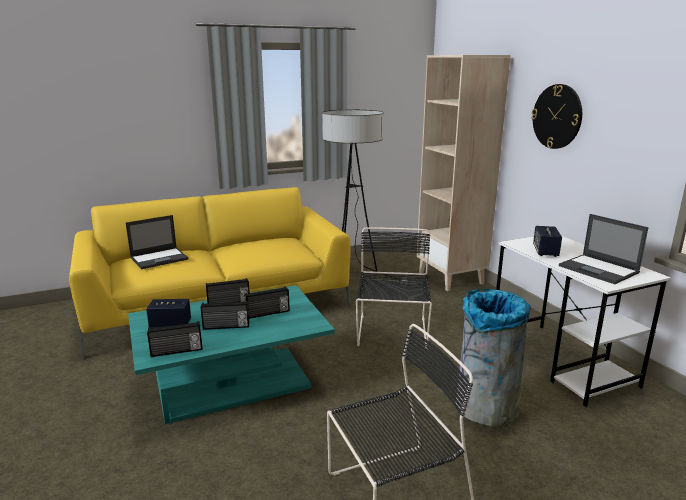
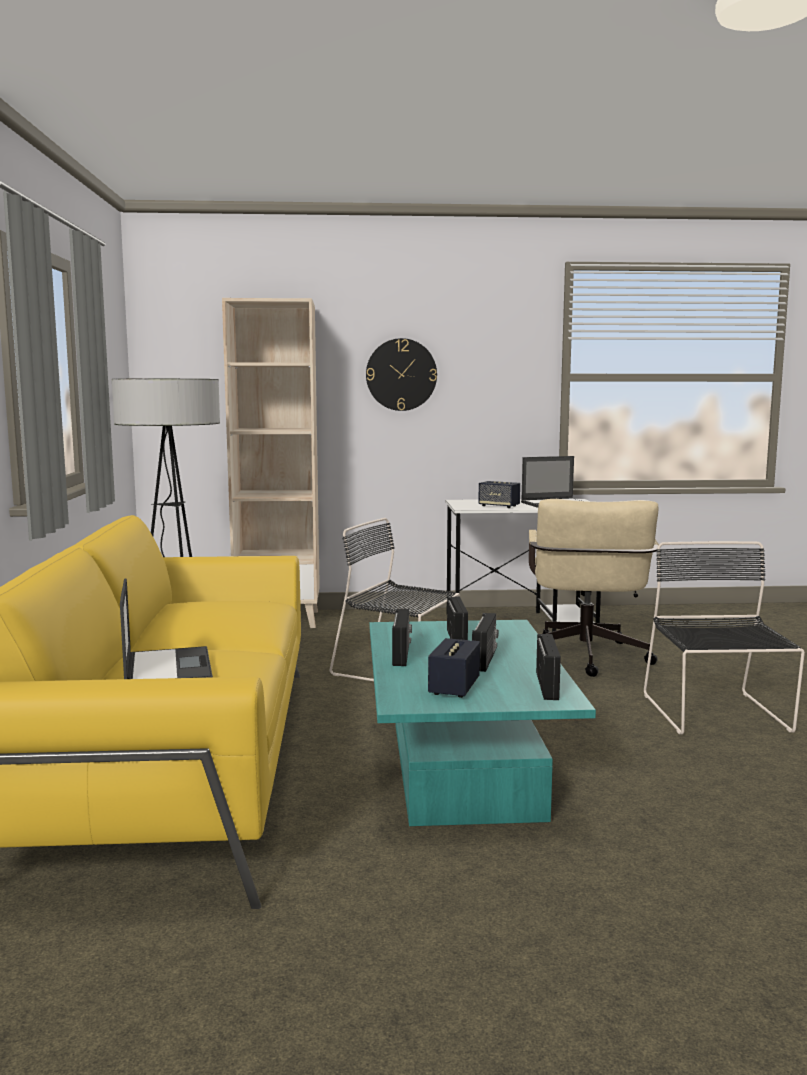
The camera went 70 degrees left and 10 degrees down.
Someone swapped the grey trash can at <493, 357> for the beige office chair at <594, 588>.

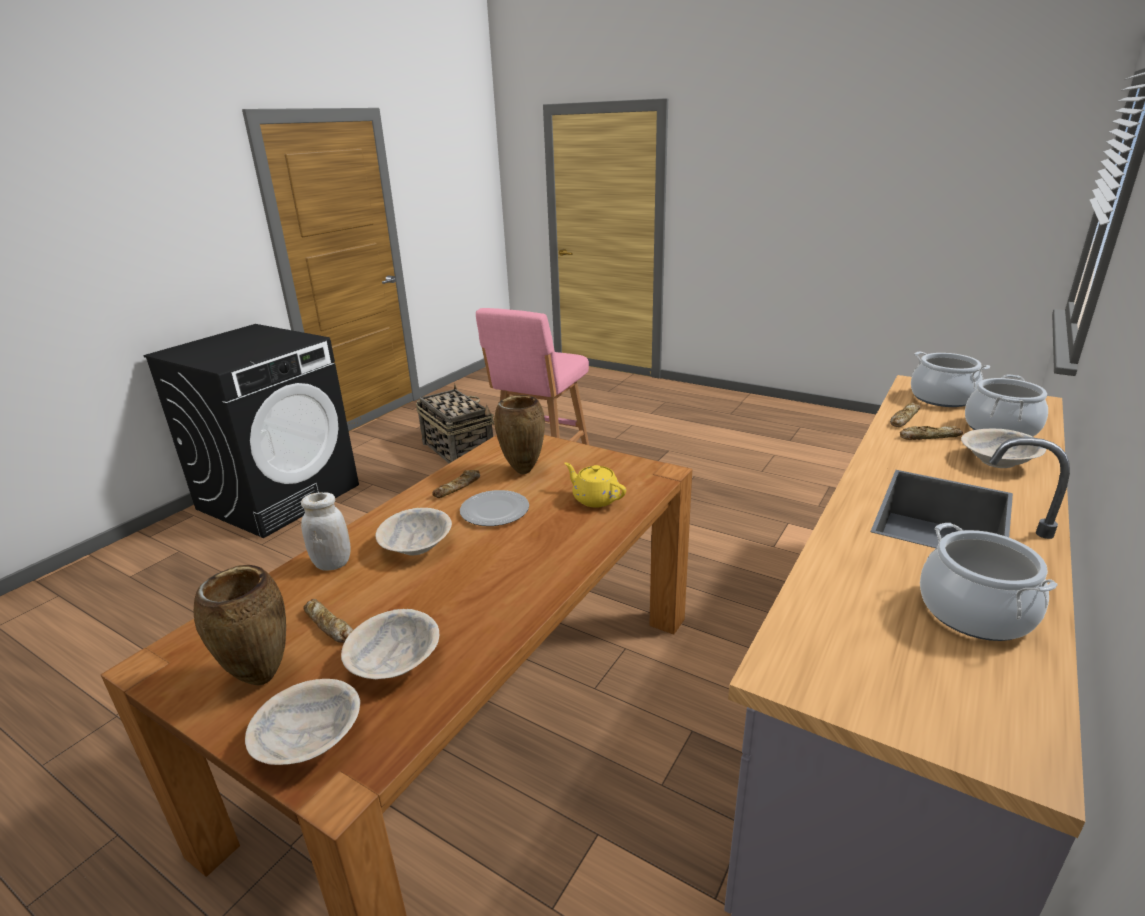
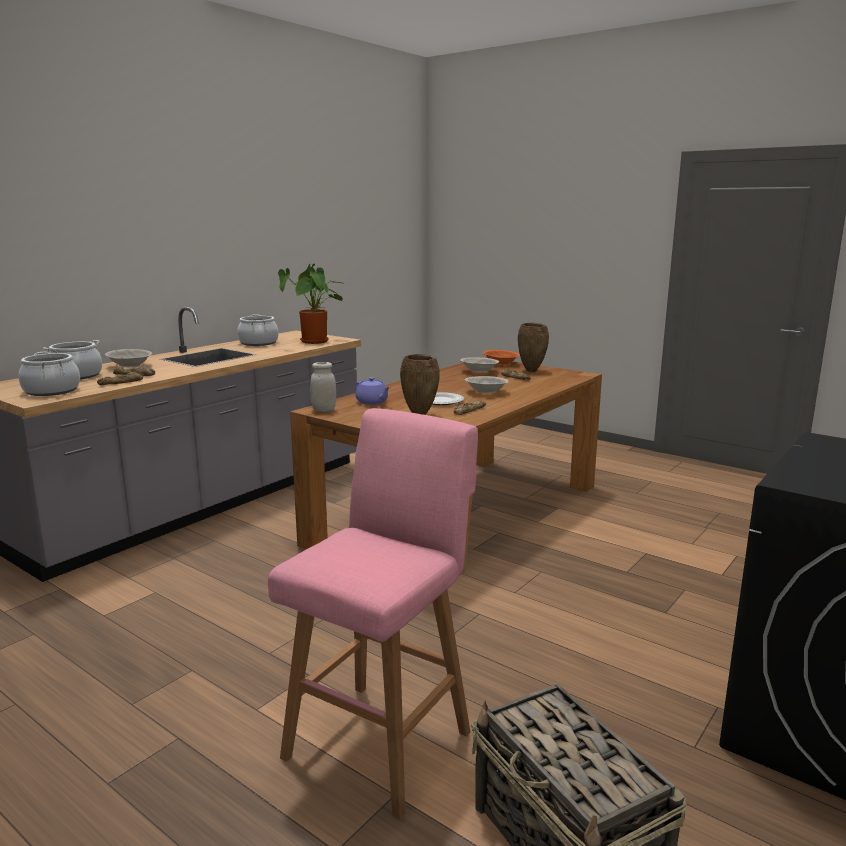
The camera went 175 degrees left and 10 degrees down.
Someone put down the potted plant at <310, 304>.
Someone carried the white jar from <326, 531> to <323, 387>.
Someone repainted the beige bowl at <302, 722>, which became the orange bowl at <501, 357>.
Someone repainted the yellow teapot at <595, 484>, which became the purple teapot at <373, 391>.

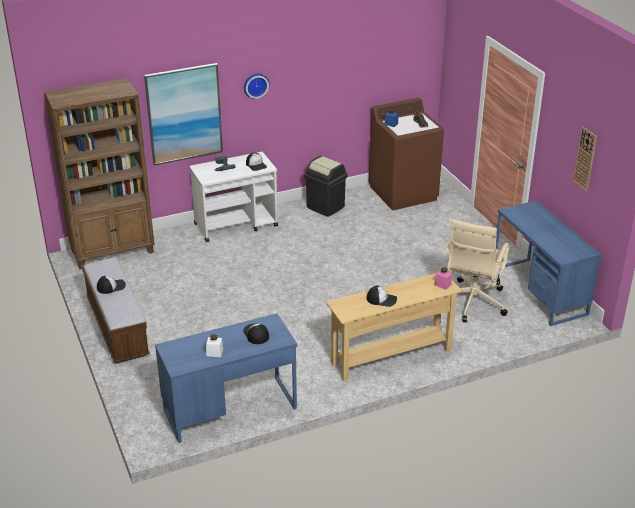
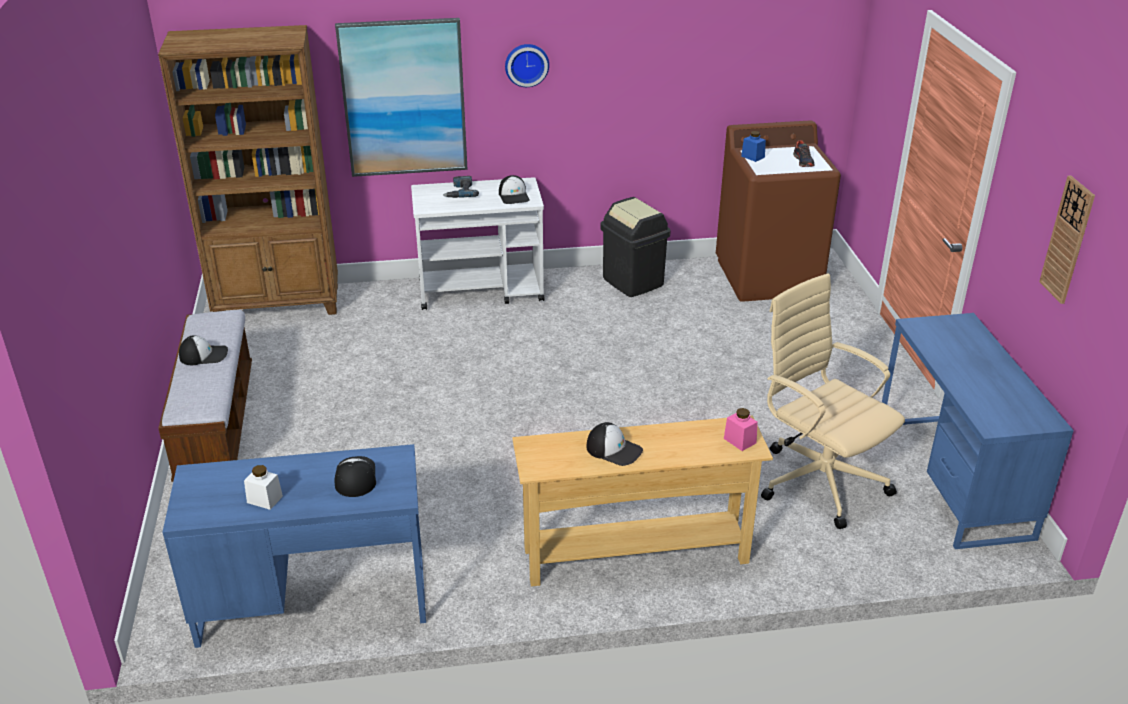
The camera went 15 degrees right and 0 degrees up.
Someone rotated the beige office chair at <477, 270> by 105 degrees clockwise.

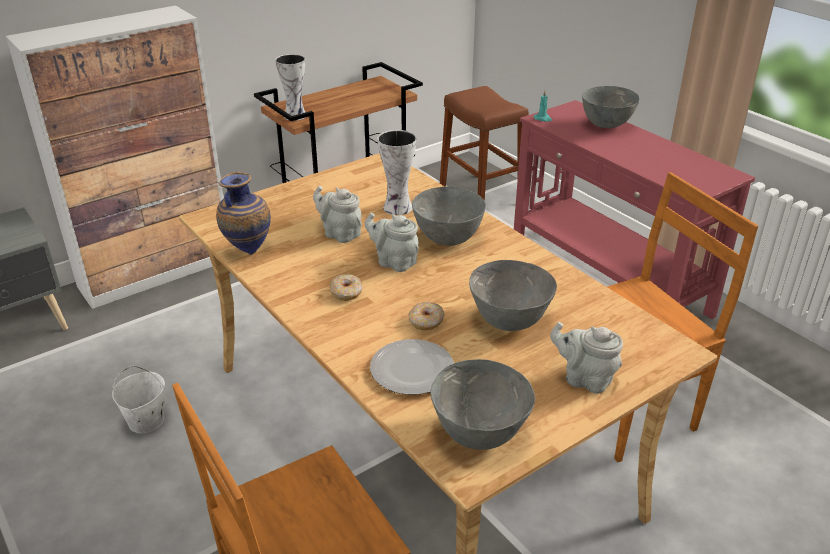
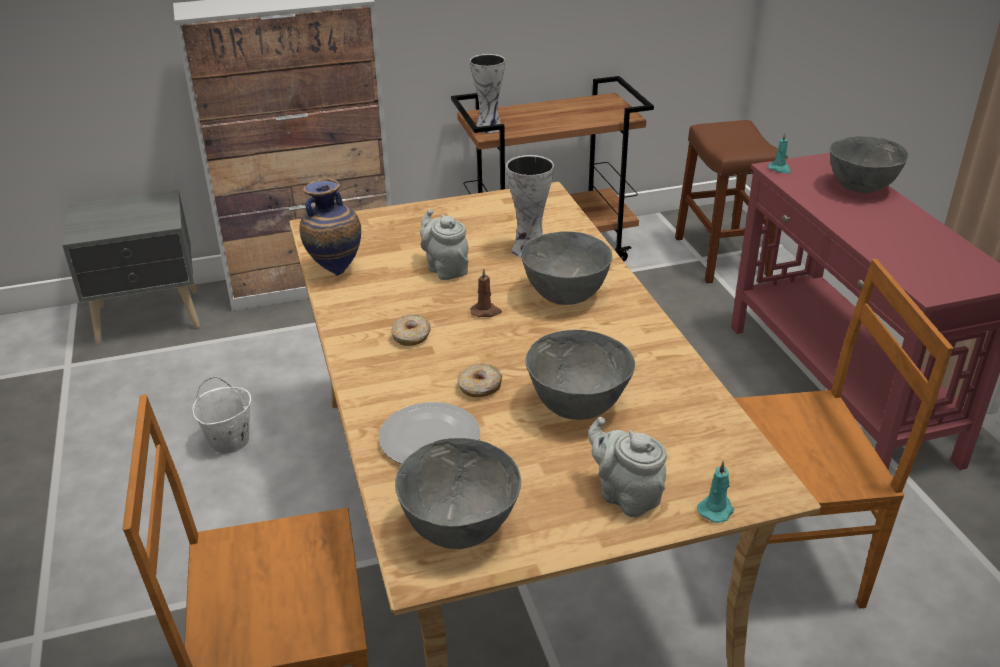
The camera went 20 degrees right and 0 degrees up.
Someone put down the turquoise candle at <715, 492>.
Someone swapped the grey teapot at <392, 242> for the brown candle at <486, 293>.

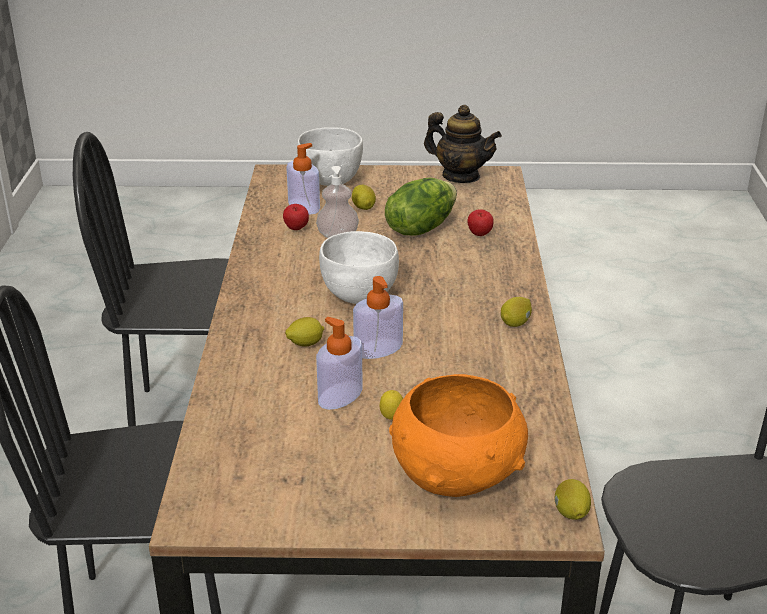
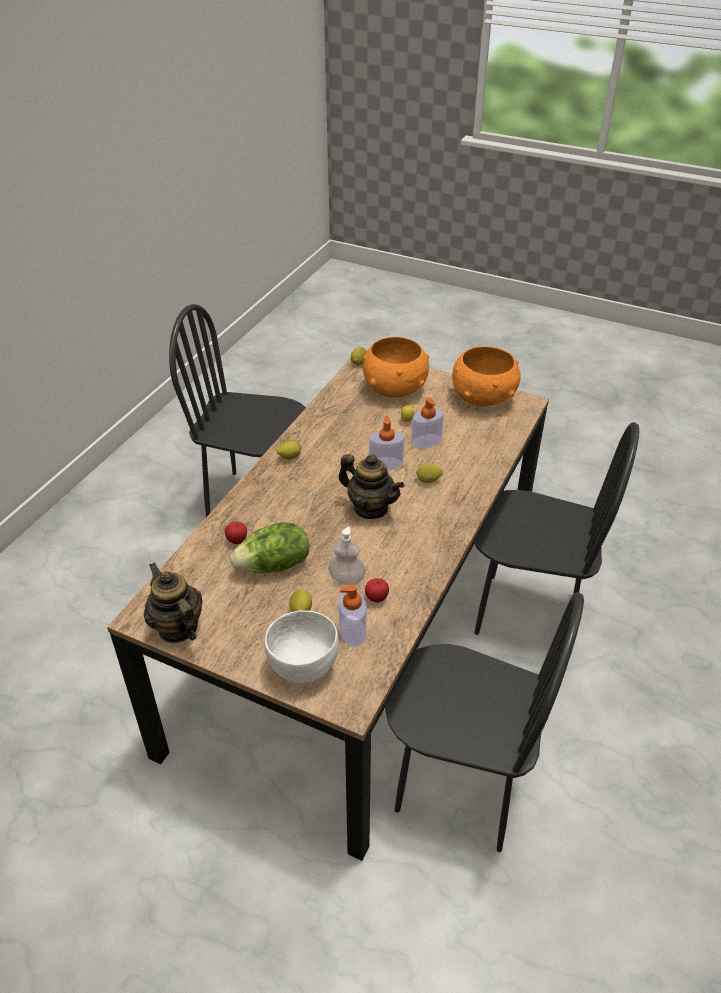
The camera went 155 degrees left and 10 degrees up.
Someone put down the orange bowl at <486, 376>.
Someone swapped the white bowl at <359, 267> for the teapot at <371, 486>.

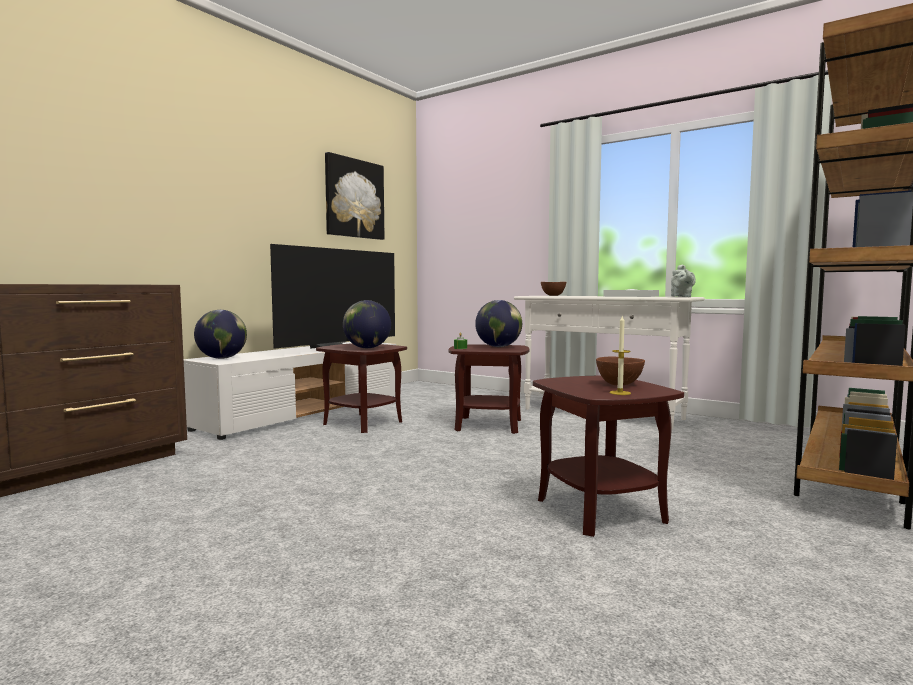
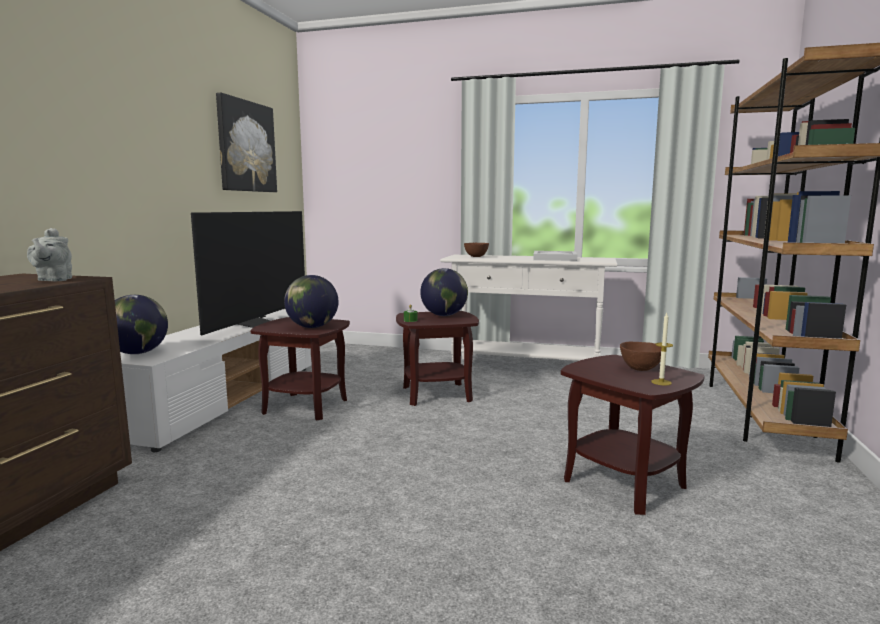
The camera went 20 degrees left and 5 degrees up.
Someone carried the grey teapot from <683, 281> to <49, 254>.

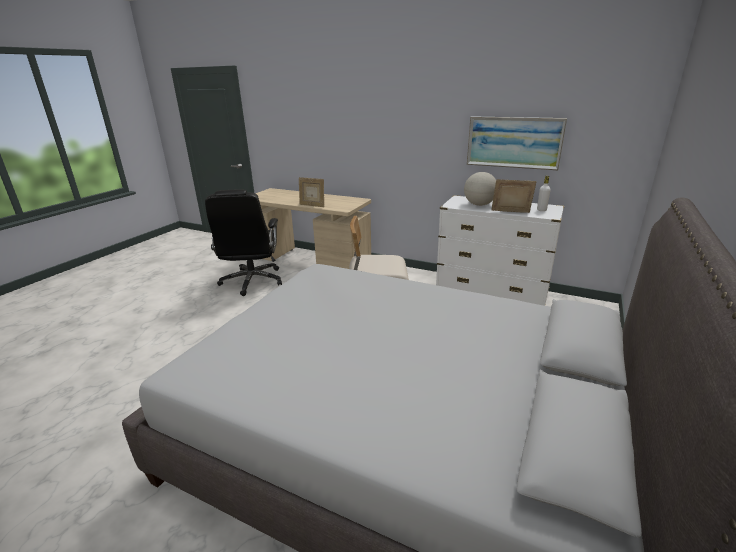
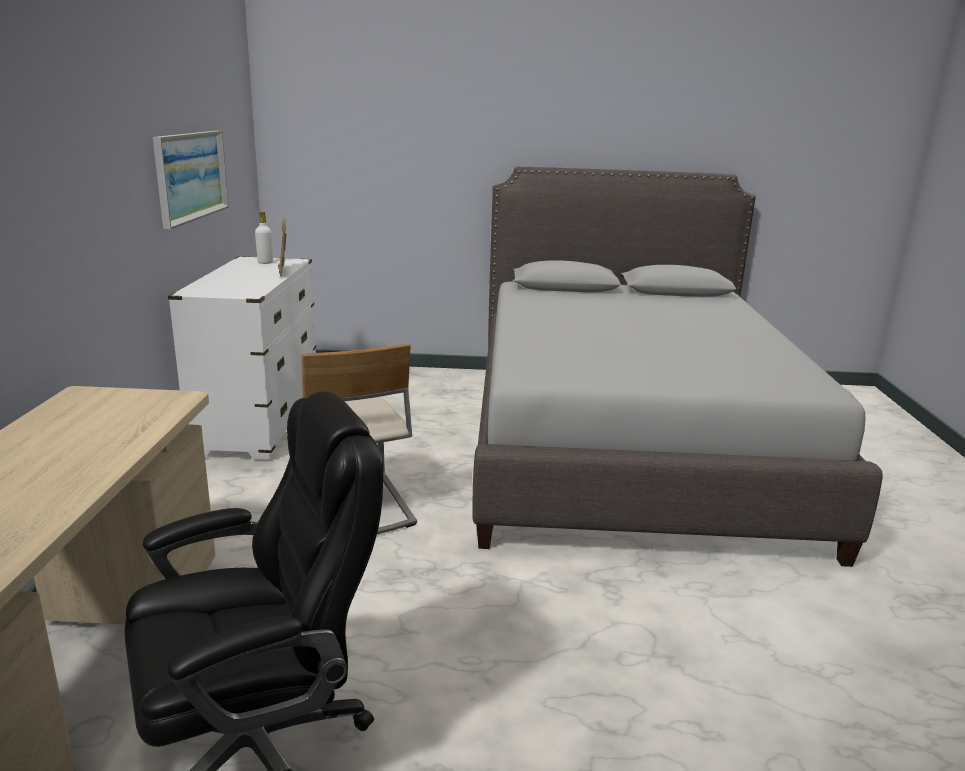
The camera went 115 degrees left and 5 degrees down.
Someone took away the picture frame at <311, 192>.
Someone took away the globe at <480, 189>.

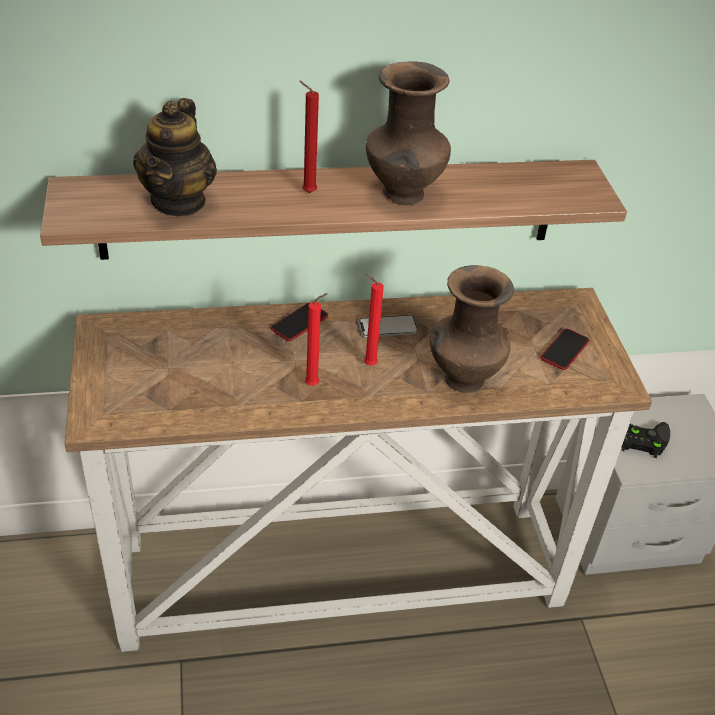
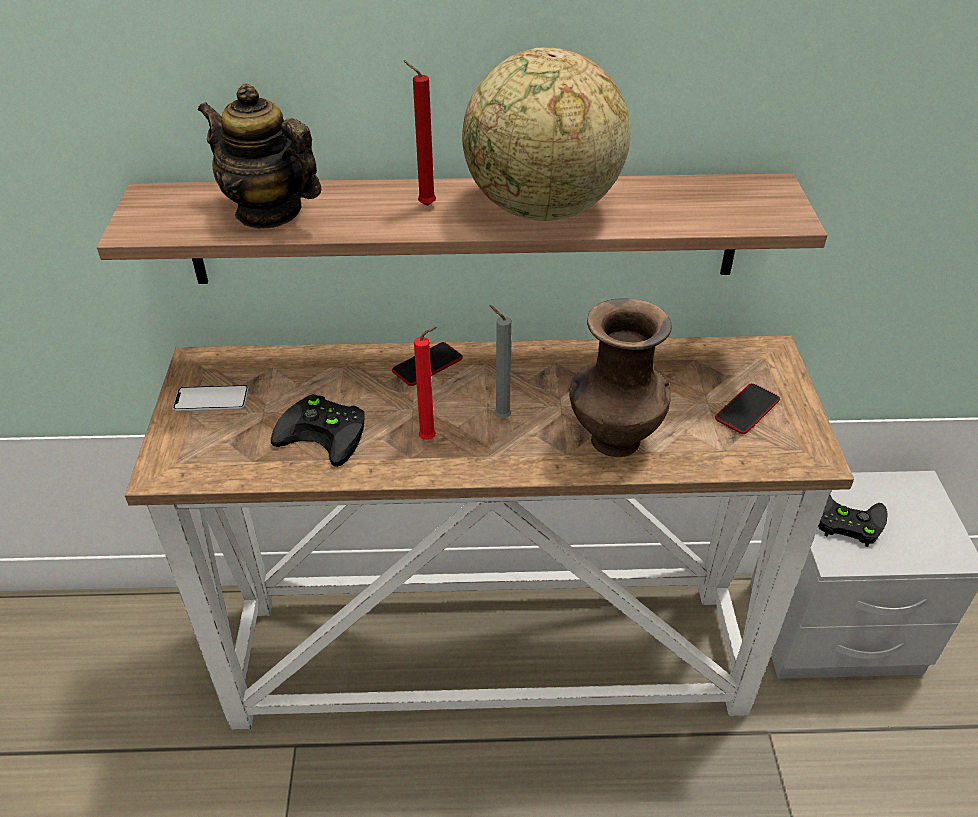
The camera went 10 degrees right and 0 degrees up.
Someone put down the black game controller at <318, 430>.
Someone carried the phone from <388, 326> to <211, 398>.
Someone swapped the brown vase at <408, 133> for the globe at <546, 134>.
Someone repainted the red candle at <374, 319>, which became the grey candle at <500, 362>.
Someone rotated the teapot at <175, 157> by 105 degrees clockwise.

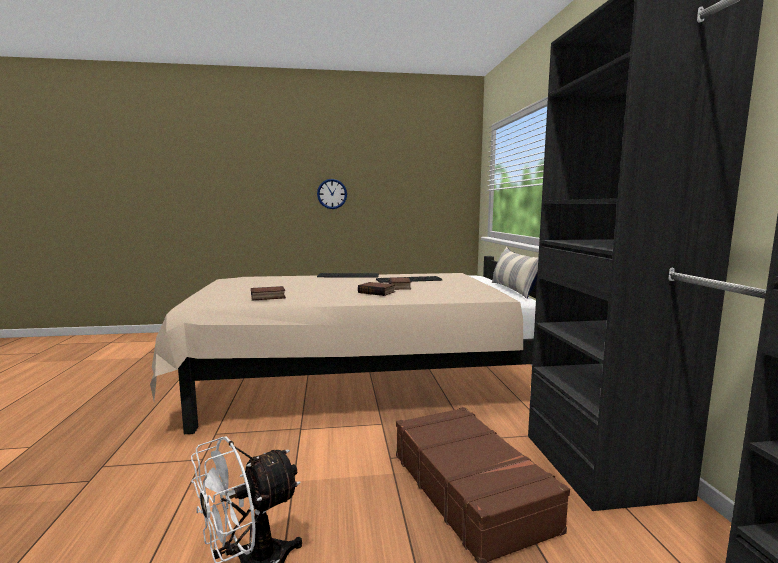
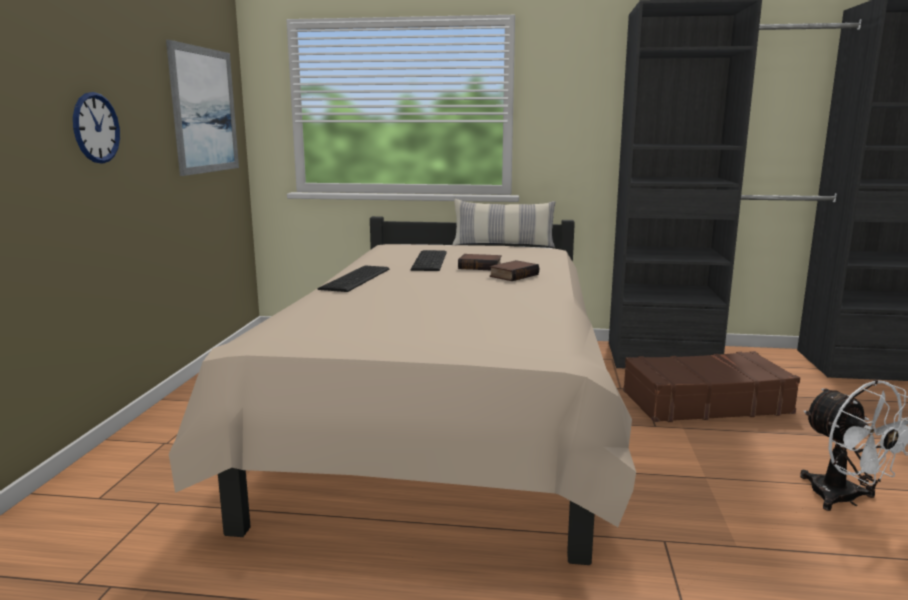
The camera went 75 degrees left and 5 degrees up.
Someone took away the book at <268, 293>.
Someone put up the picture at <202, 108>.

